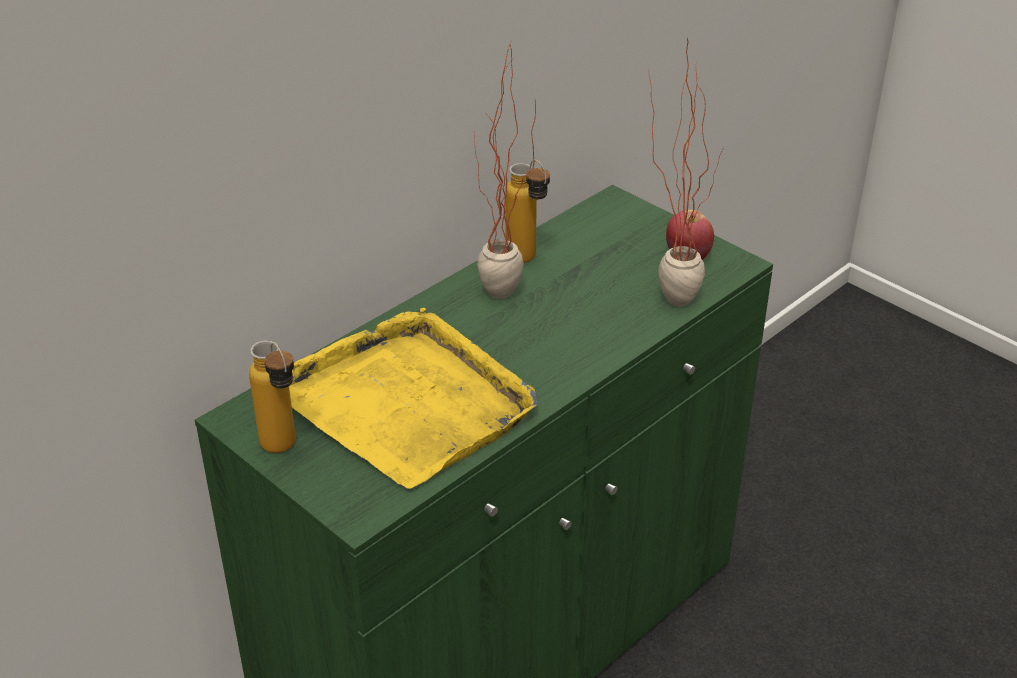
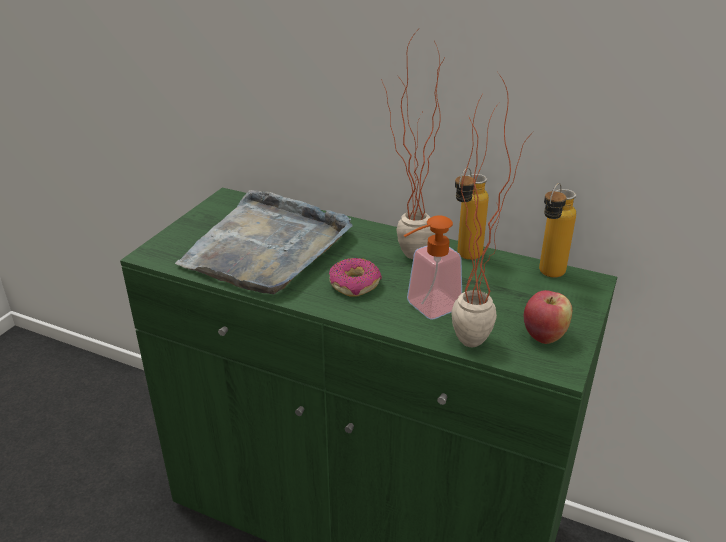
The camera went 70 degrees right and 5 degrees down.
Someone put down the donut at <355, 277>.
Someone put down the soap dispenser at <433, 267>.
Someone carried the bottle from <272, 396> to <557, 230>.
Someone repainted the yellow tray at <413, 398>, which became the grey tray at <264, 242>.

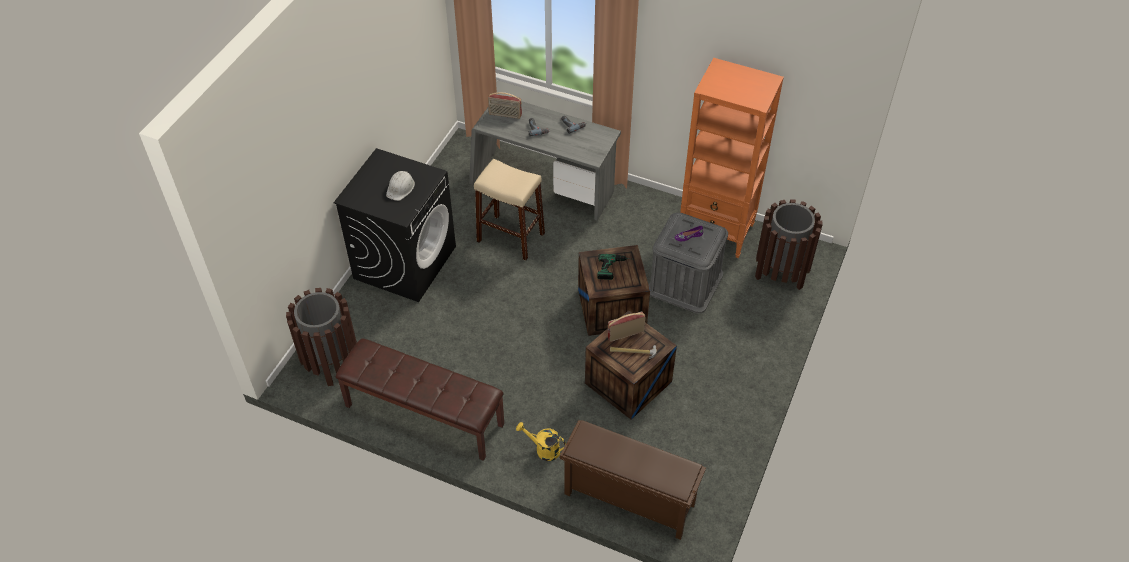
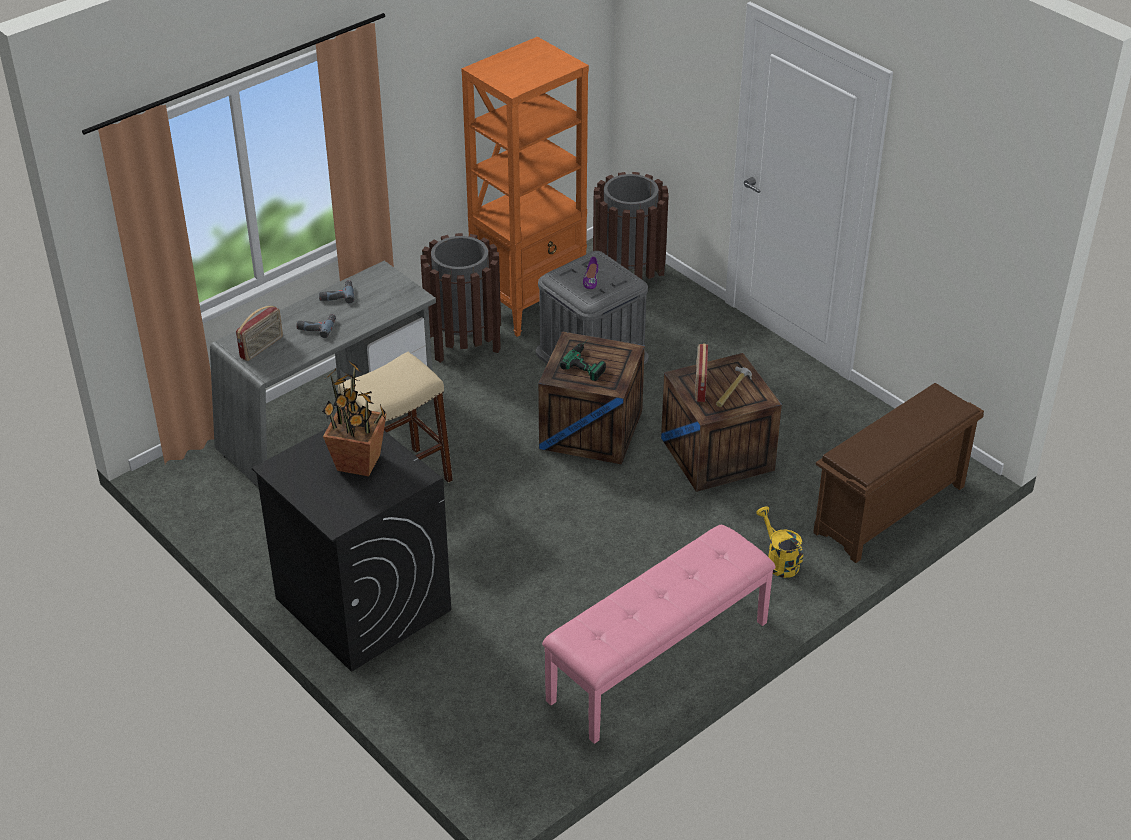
The camera went 65 degrees left and 10 degrees down.
Someone carried the brown trash can from <321, 337> to <461, 298>.
Someone swapped the white hard hat at <400, 186> for the potted plant at <354, 418>.
Someone repainted the brown bench at <420, 400>, which became the pink bench at <659, 634>.
Someone rotated the yellow watering can at <541, 441> by 105 degrees clockwise.

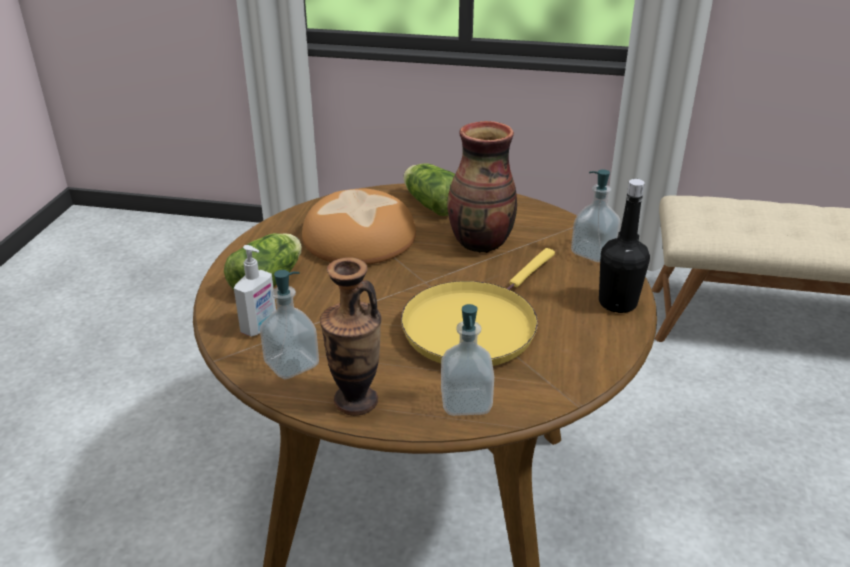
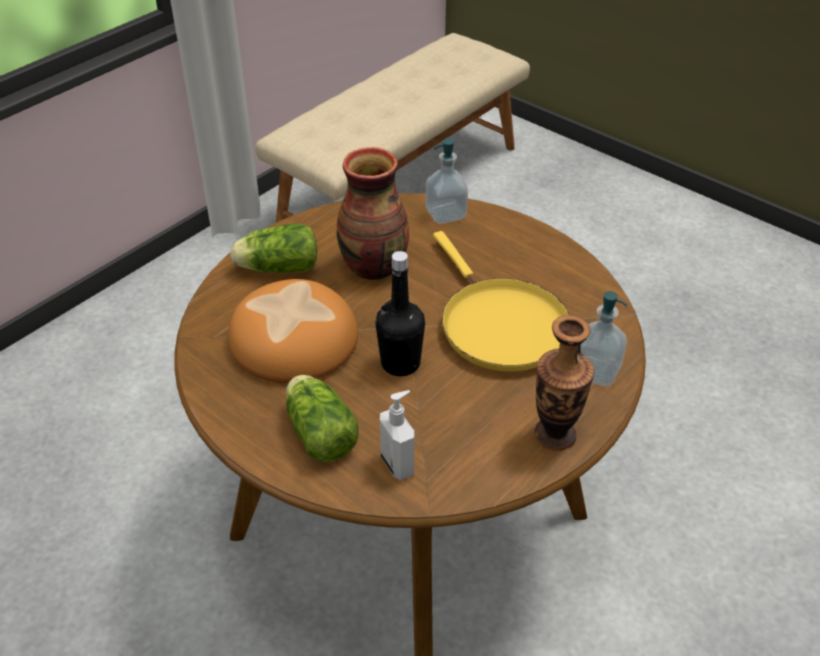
The camera went 60 degrees left and 10 degrees up.
Someone took away the soap dispenser at <289, 324>.
Someone carried the black bottle from <624, 246> to <400, 313>.

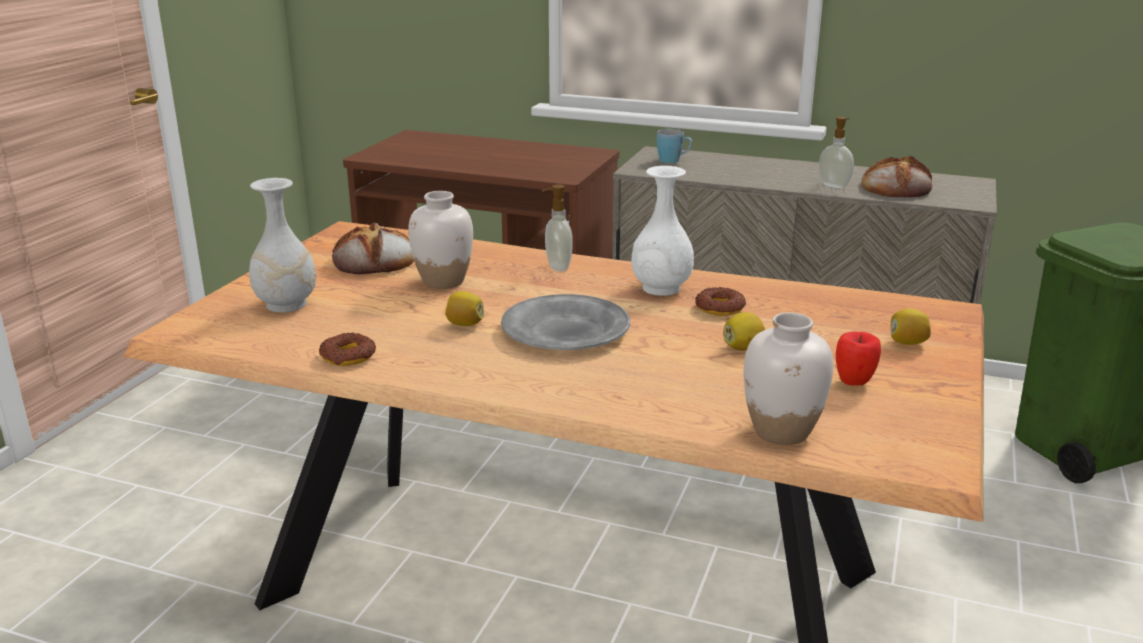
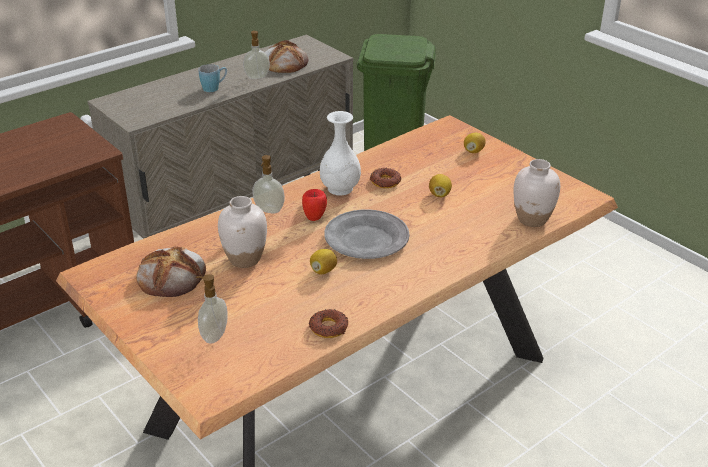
The camera went 60 degrees left and 10 degrees up.
Someone carried the blue mug from <674, 146> to <212, 78>.
Someone carried the apple from <858, 358> to <314, 205>.
Someone swapped the white vase at <282, 245> for the soap dispenser at <212, 309>.

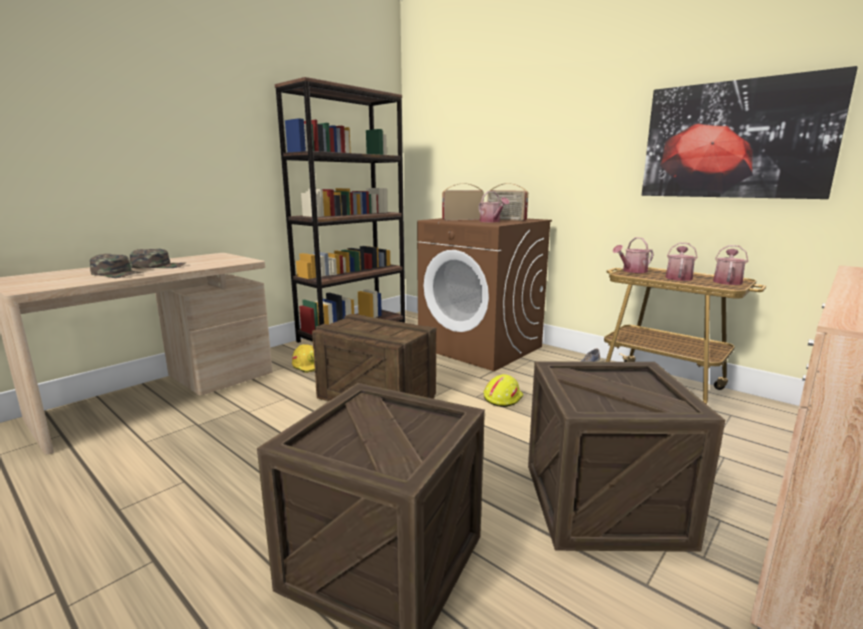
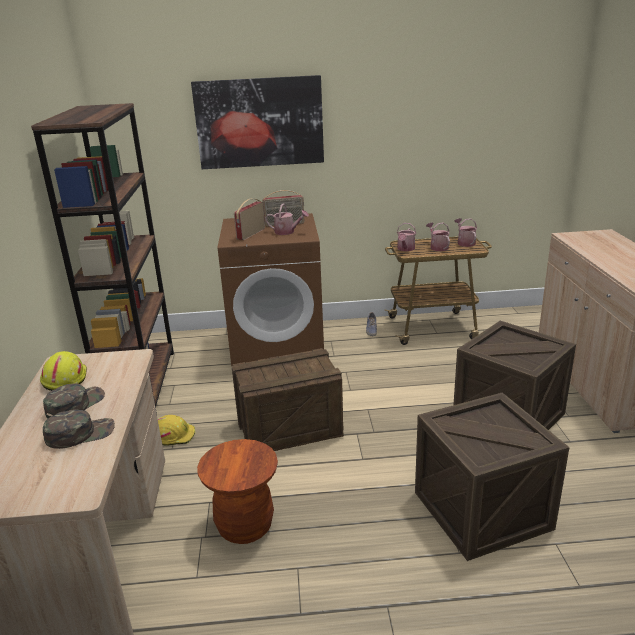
The camera went 45 degrees left and 10 degrees up.
Someone put down the brown stool at <237, 491>.
Someone carried the yellow hard hat from <503, 390> to <63, 371>.
Someone carried the picture from <750, 132> to <257, 122>.

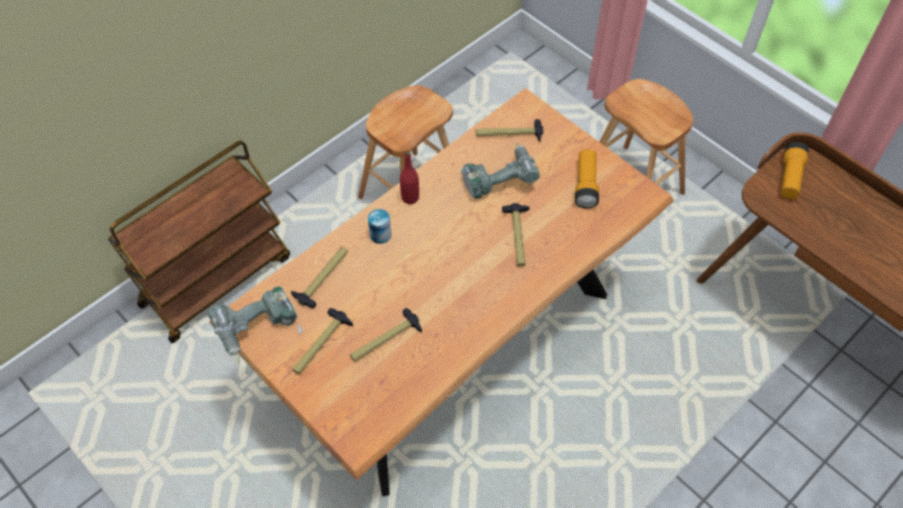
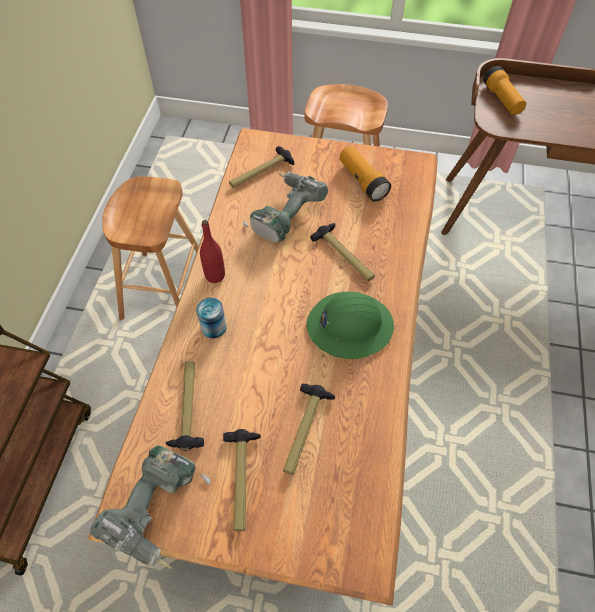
The camera went 35 degrees left and 0 degrees up.
Someone put down the green hard hat at <350, 325>.

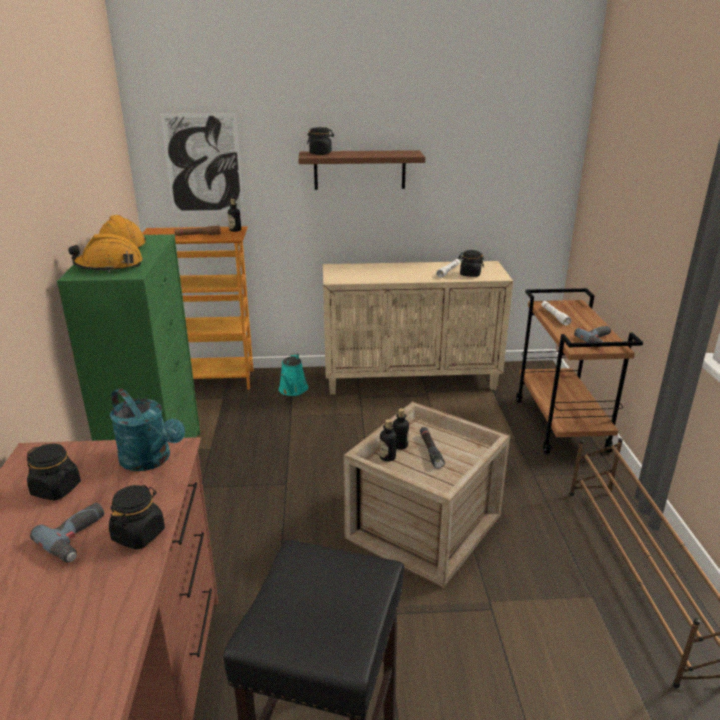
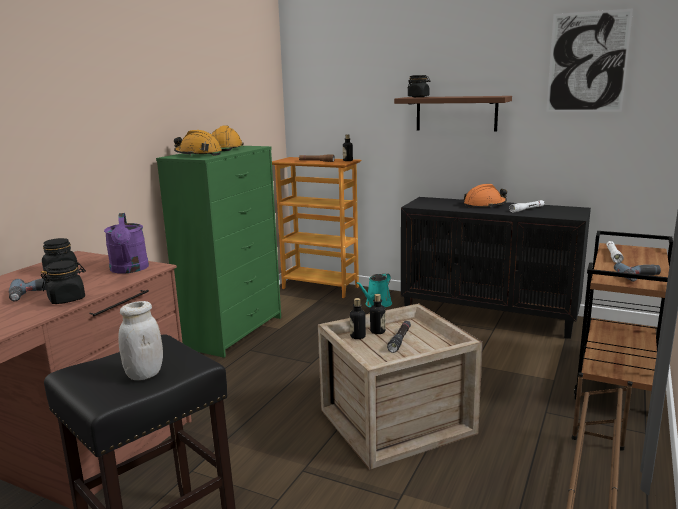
The camera went 30 degrees right and 10 degrees down.
Someone took away the black jar at <471, 263>.
Someone put down the white jar at <140, 340>.
Someone put down the orange hard hat at <485, 196>.
Someone carried the picture from <202, 163> to <589, 60>.
Someone repainted the turquoise watering can at <147, 429>, which became the purple watering can at <126, 243>.
Someone repainted the beige cabinet at <418, 328>, which became the black cabinet at <496, 268>.

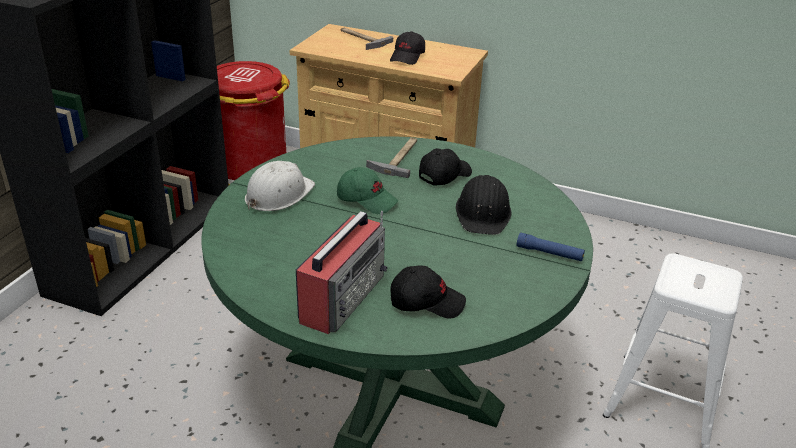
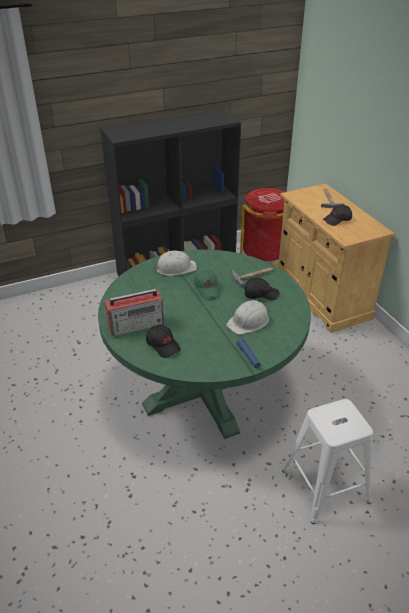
The camera went 45 degrees right and 5 degrees up.
Someone repainted the black hard hat at <484, 205>, which became the white hard hat at <247, 317>.

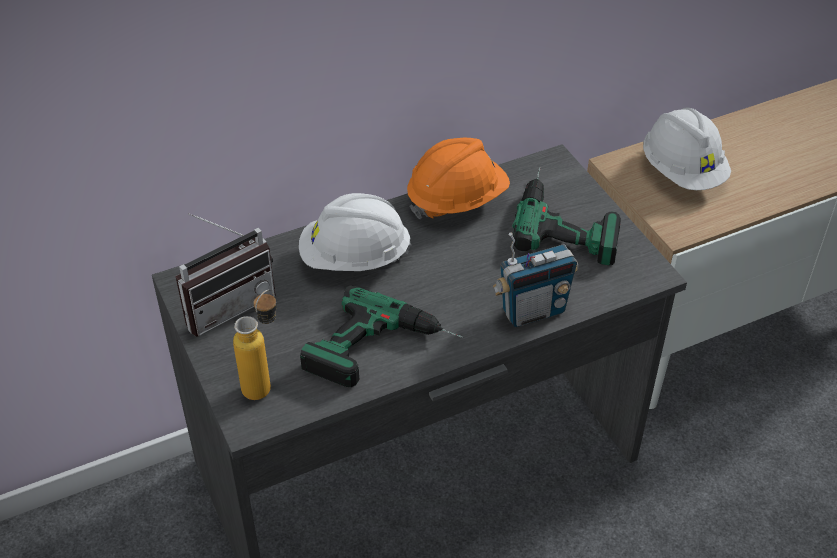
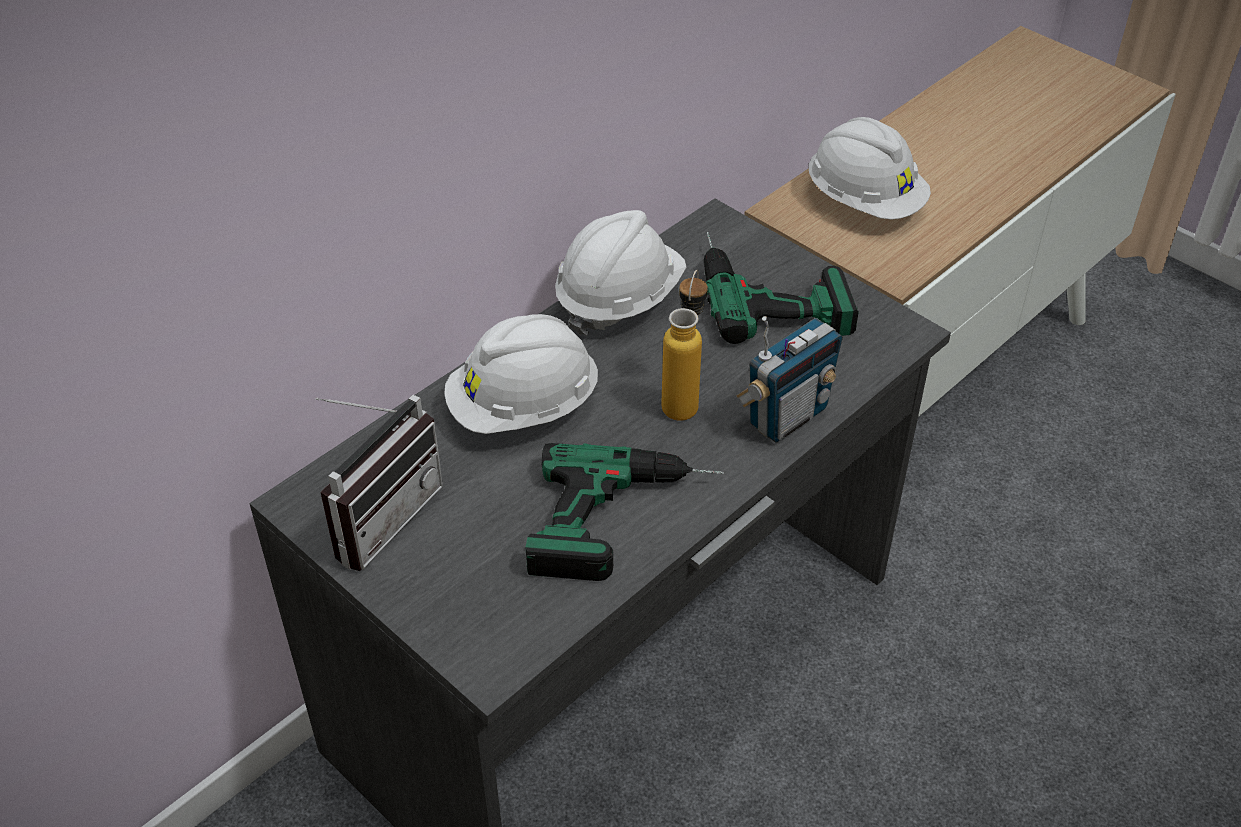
The camera went 20 degrees left and 0 degrees up.
Someone carried the bottle from <255, 344> to <684, 345>.
Someone repainted the orange hard hat at <458, 178>, which became the white hard hat at <620, 273>.

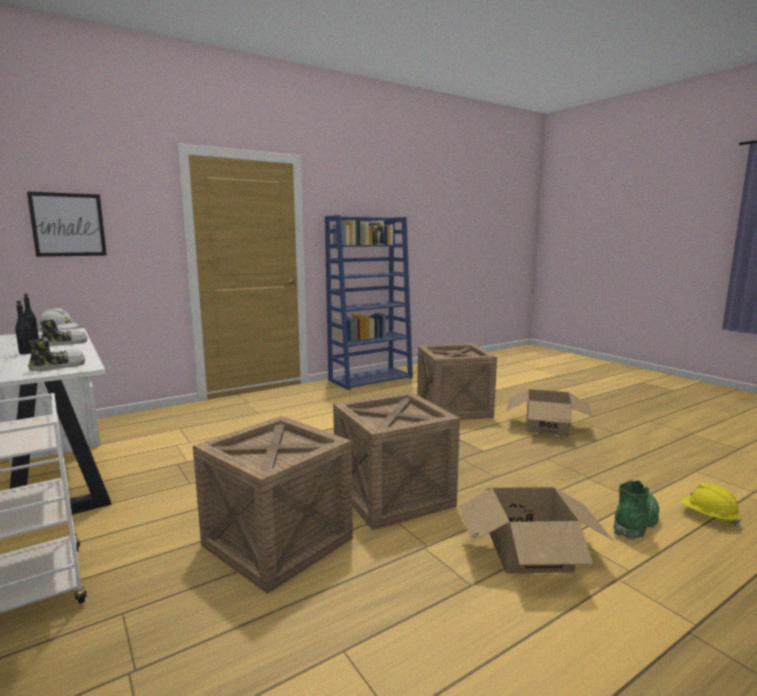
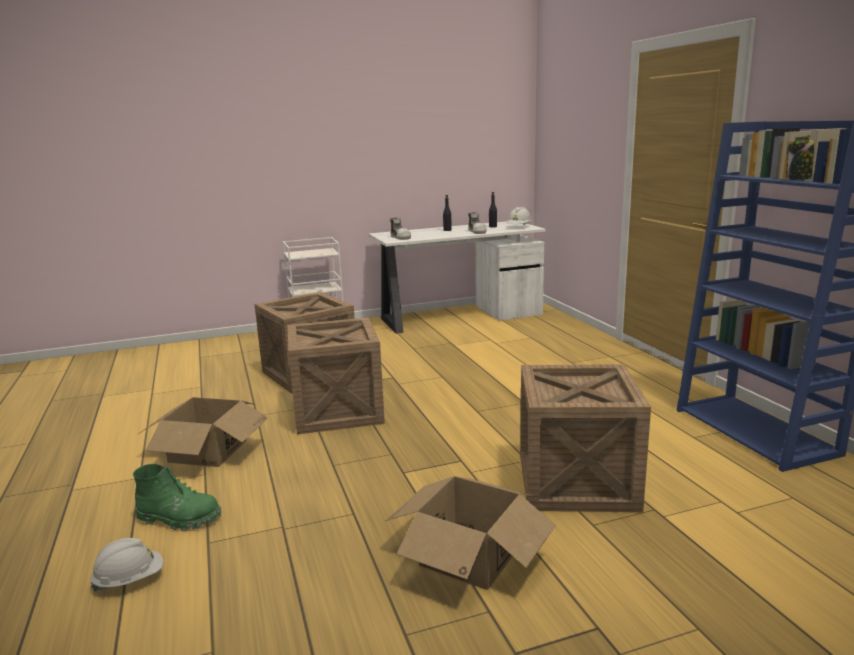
The camera went 105 degrees right and 5 degrees up.
Someone took away the picture at <67, 224>.
Someone repainted the yellow hard hat at <711, 504>, which became the white hard hat at <126, 564>.
Someone rotated the green boot at <636, 510> by 45 degrees counterclockwise.

